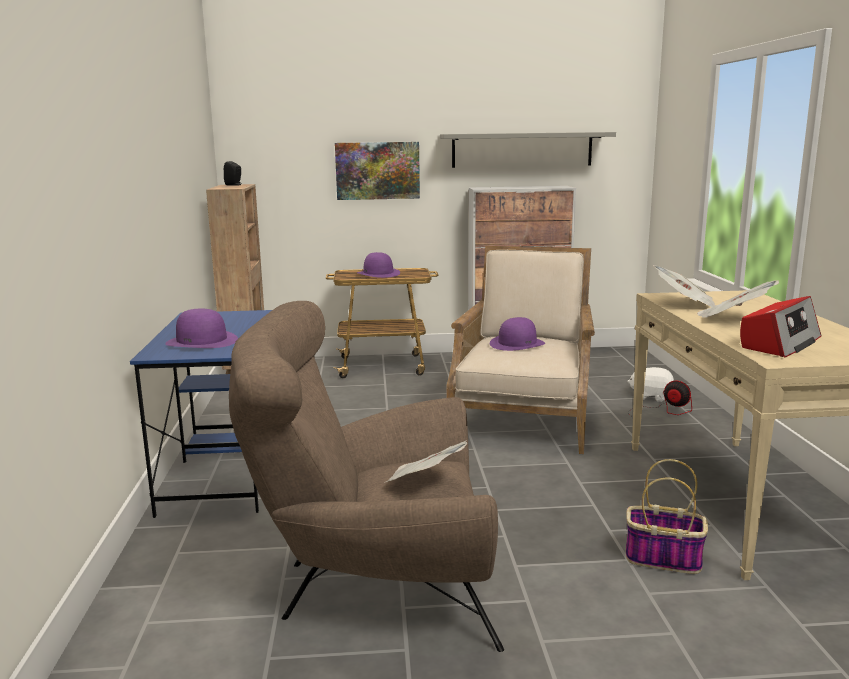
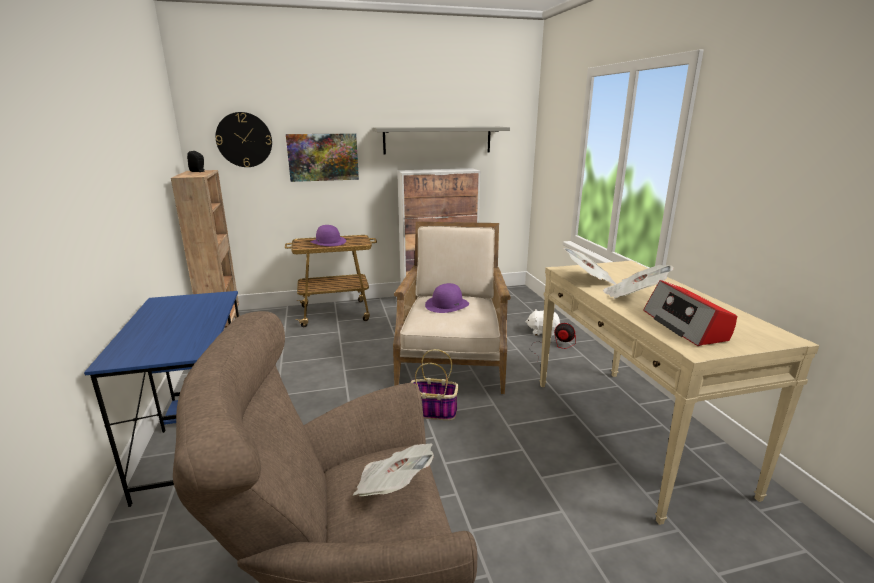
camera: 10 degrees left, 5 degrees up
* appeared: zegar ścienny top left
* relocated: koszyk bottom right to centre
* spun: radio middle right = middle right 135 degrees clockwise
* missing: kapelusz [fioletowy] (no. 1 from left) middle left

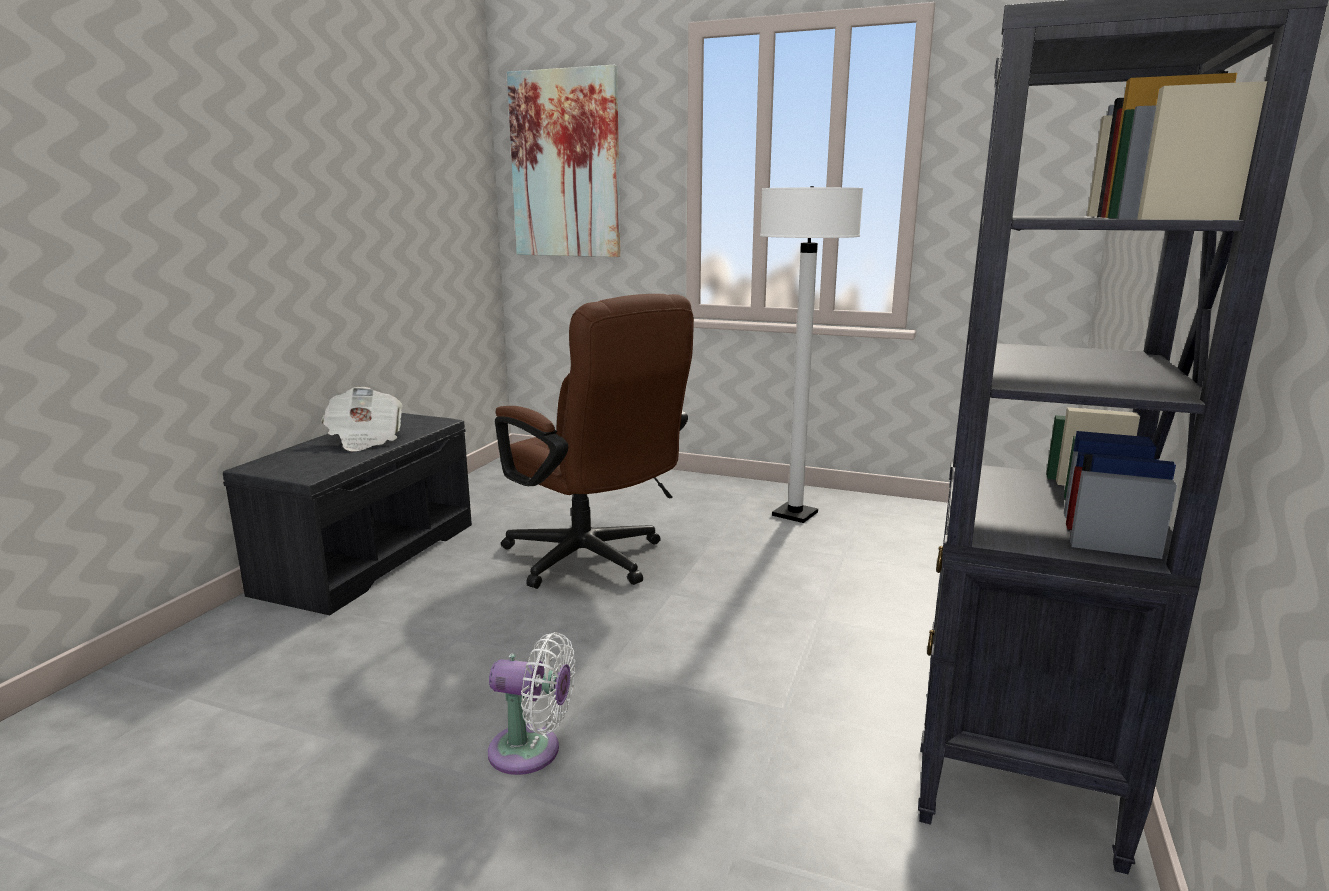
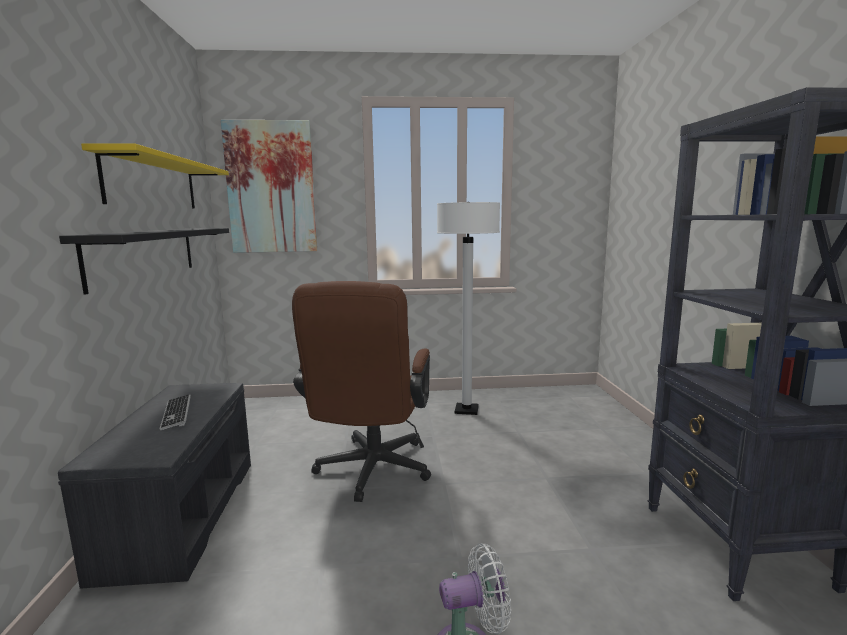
camera: 25 degrees left, 5 degrees down
* appeared: półka [czarny] middle left
* appeared: półka [żółty] top left
* exchanged: gazeta middle left to klawiatura middle left
* spun: krzesło biurowe [brązowy] centre = centre 75 degrees clockwise

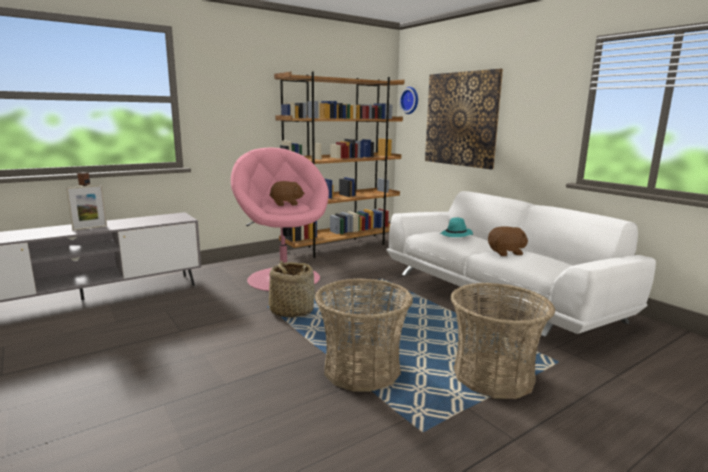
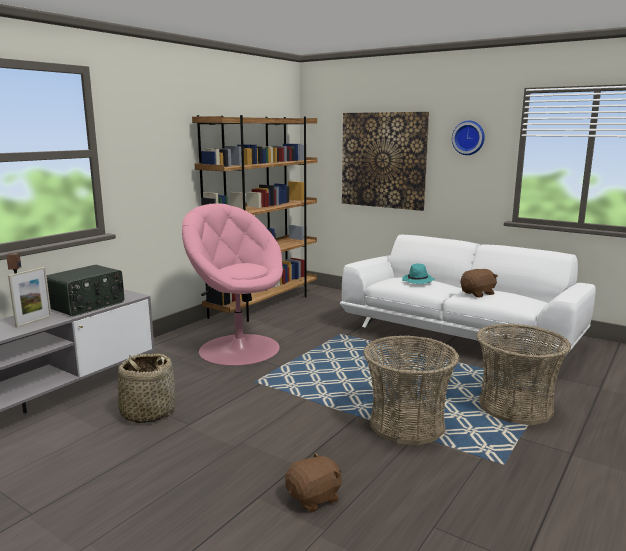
camera: 20 degrees left, 0 degrees up
* appeared: radio middle left
* relocated: koszyk (no. 1 from left) centre to bottom left
* relocated: pluszak [brązowy] (no. 1 from left) centre to bottom centre
* relocated: zegar ścienny top centre to top right

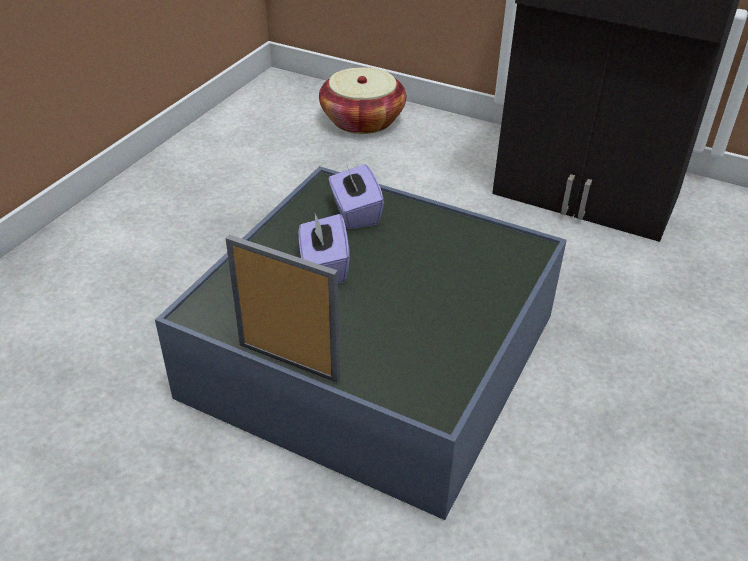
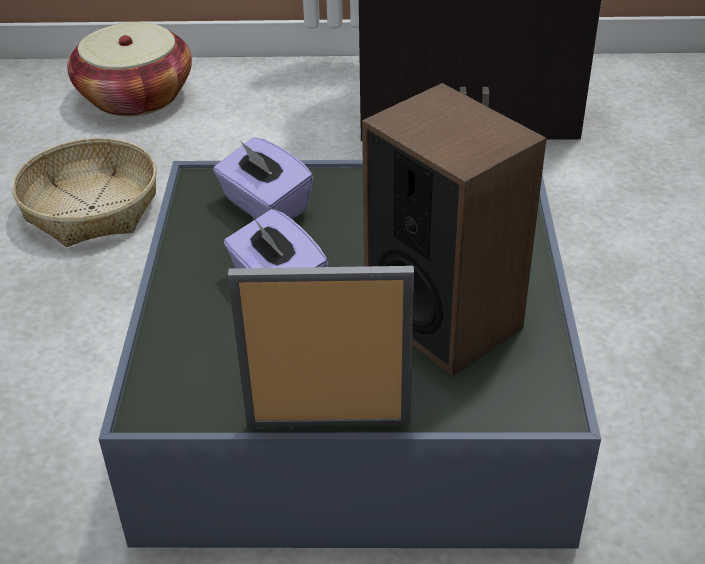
camera: 25 degrees left, 0 degrees up
* appeared: koszyk (no. 1 from left) middle left
* appeared: głośnik centre

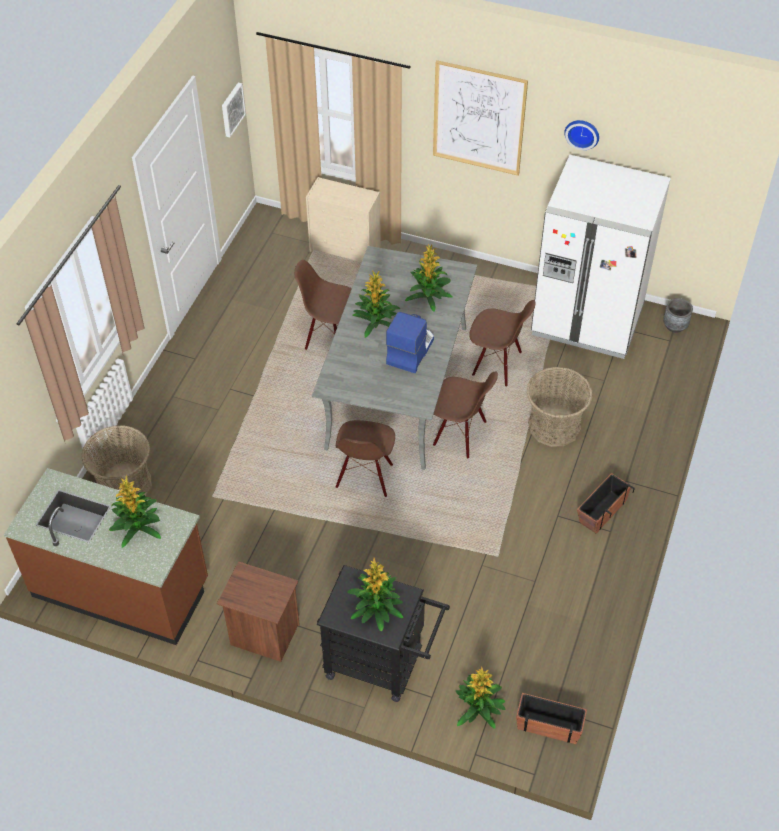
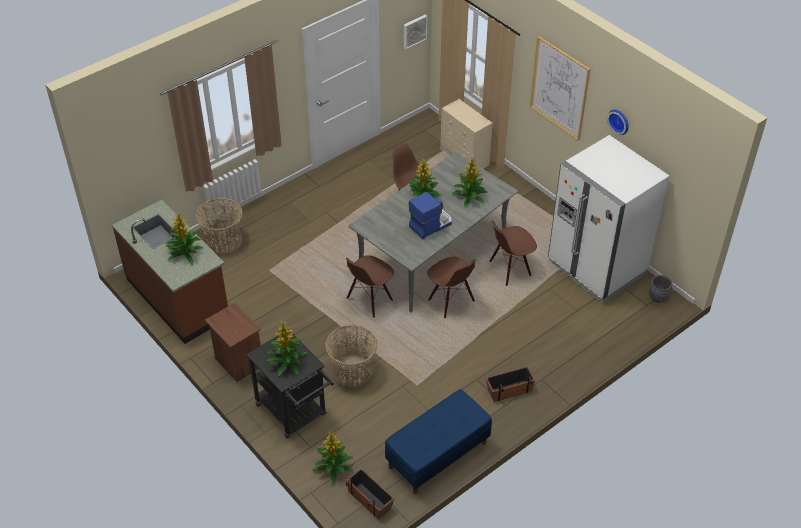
camera: 30 degrees right, 5 degrees down
* relocated: koszyk (no. 2 from left) middle right to bottom centre
* appeared: ławka [niebieski] bottom centre
* spun: krzesło [brązowy] (no. 4 from left) centre = centre 105 degrees clockwise

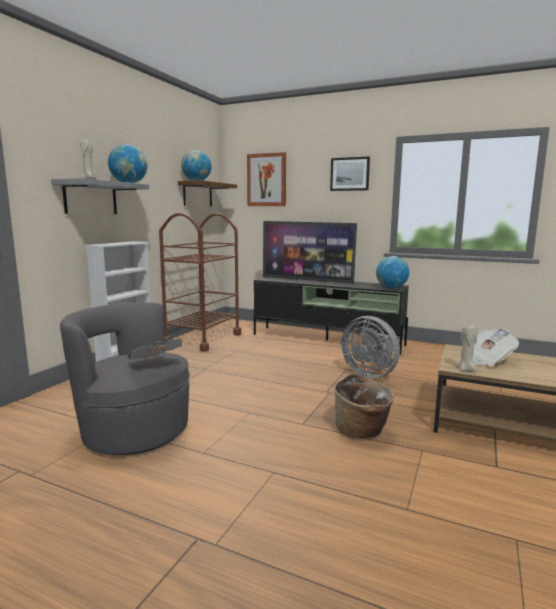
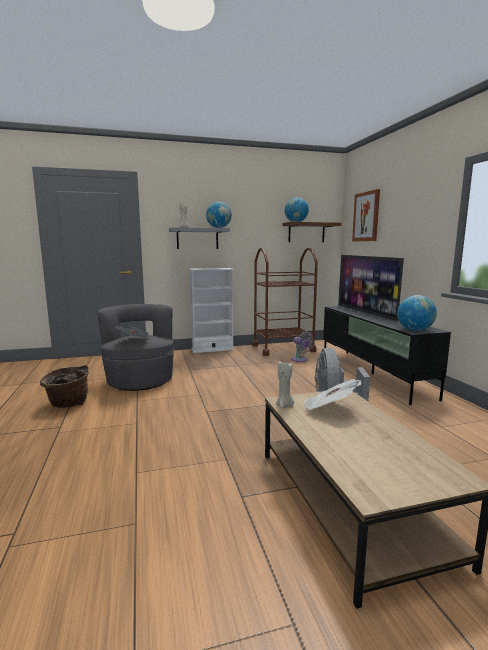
camera: 50 degrees right, 0 degrees up
* relocated: koszyk bottom centre to middle left
* appeared: wentylator [szary] (no. 1 from left) centre
* missing: obraz (no. 2 from left) top centre

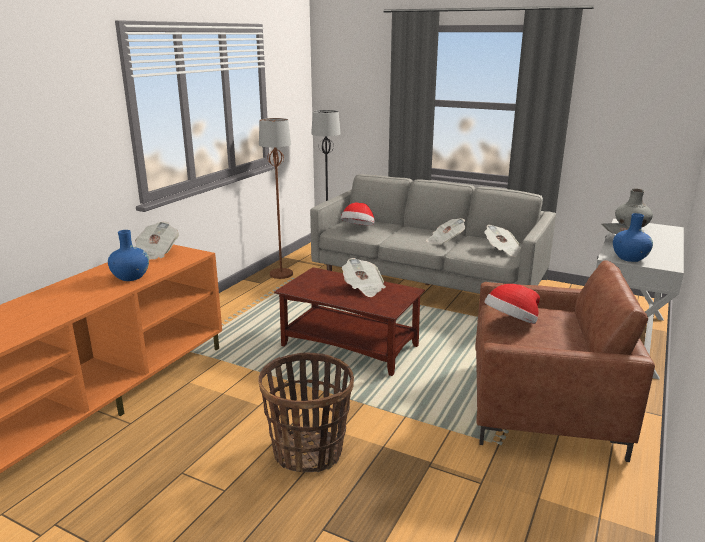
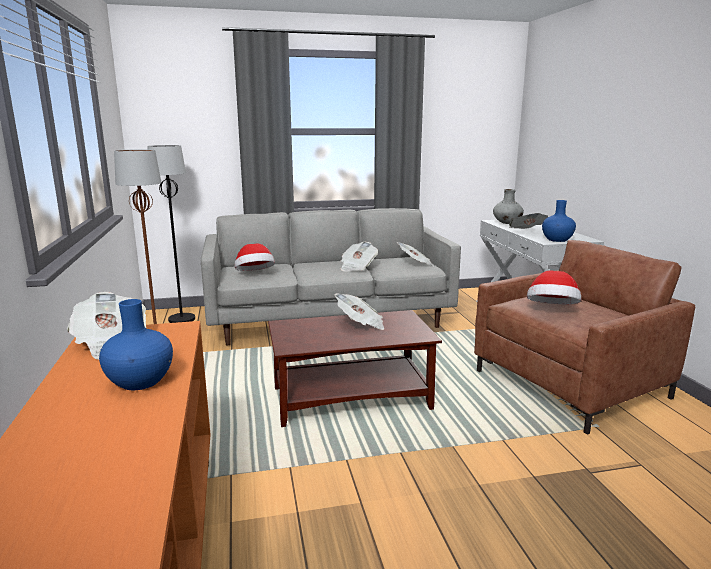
camera: 40 degrees left, 5 degrees down
* missing: koszyk bottom centre

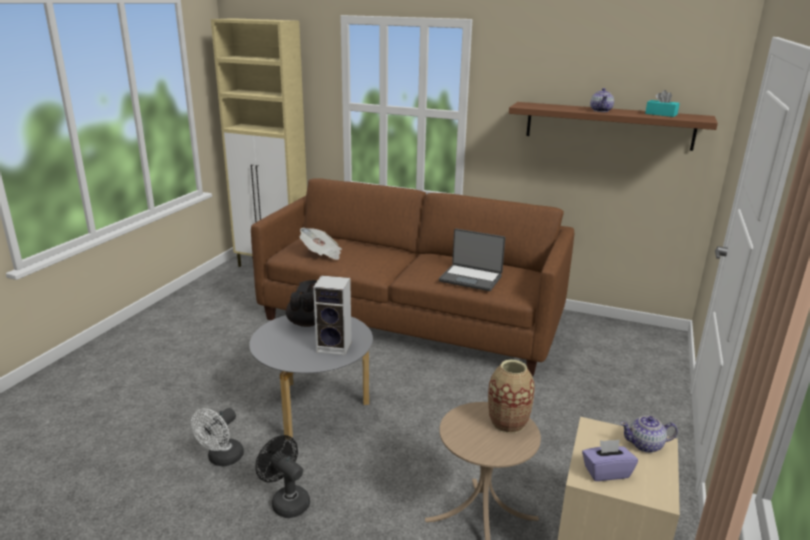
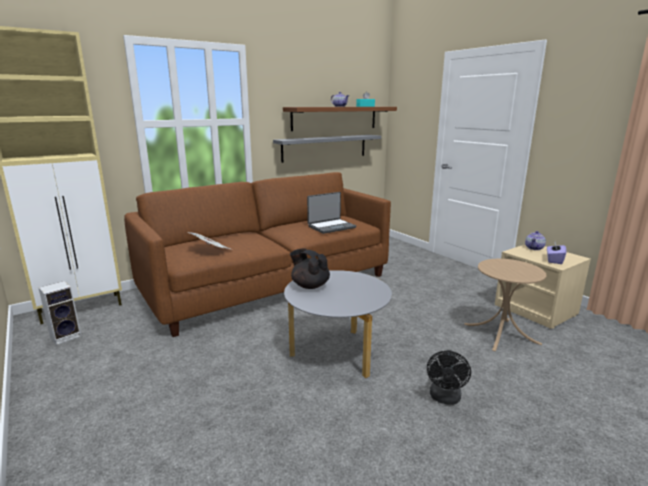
camera: 55 degrees left, 5 degrees down
* relocated: głośnik centre to middle left
* appeared: półka [szary] top centre
* spun: wentylator [czarny] bottom centre = bottom right 60 degrees counterclockwise
* missing: wentylator [biały] bottom left
* missing: wazon bottom centre

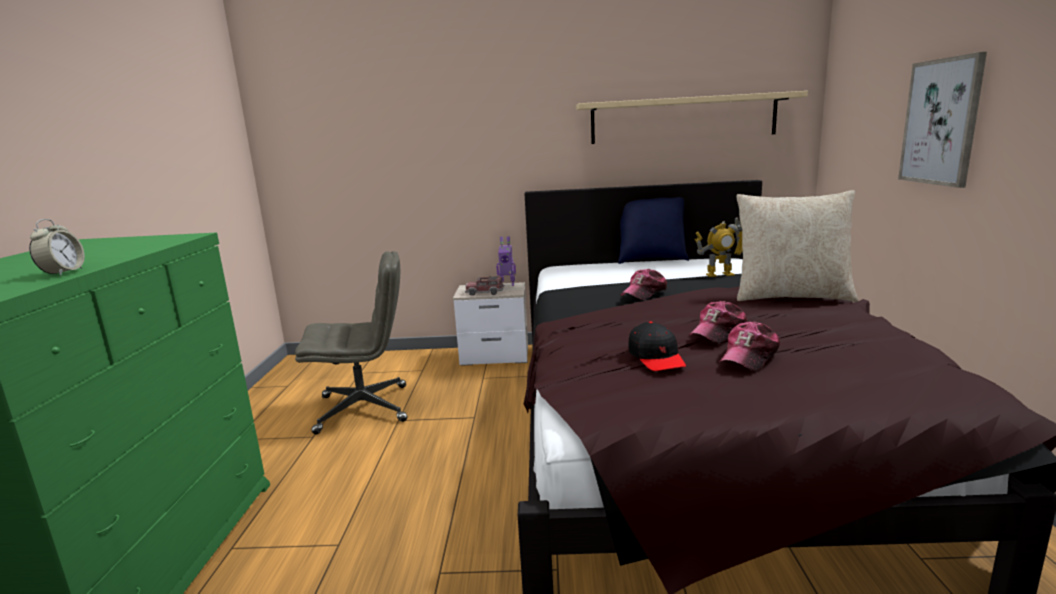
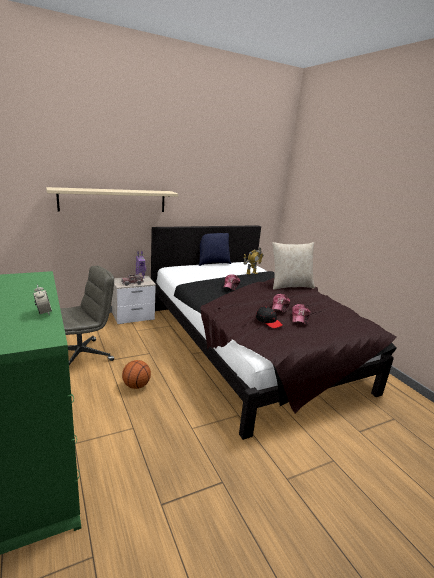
camera: 30 degrees left, 5 degrees up
* relocated: półka [beżowy] top centre to middle left
* appeared: piłka do koszykówki middle left
* missing: obraz top right

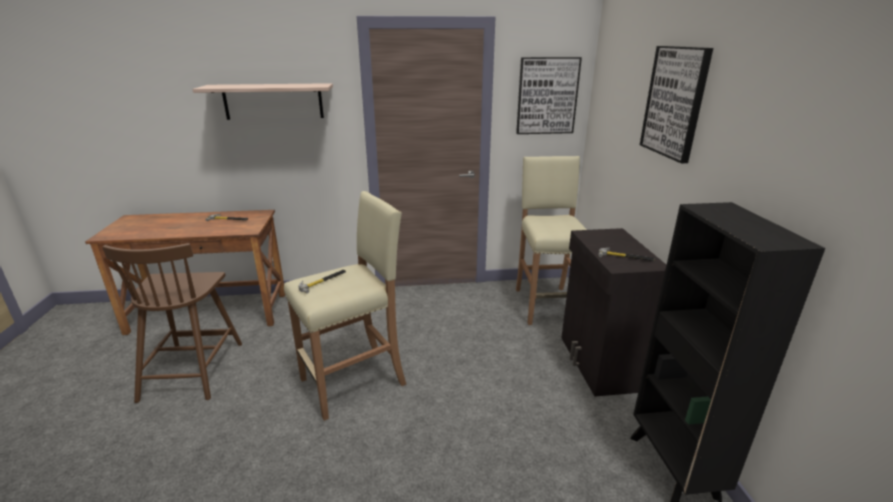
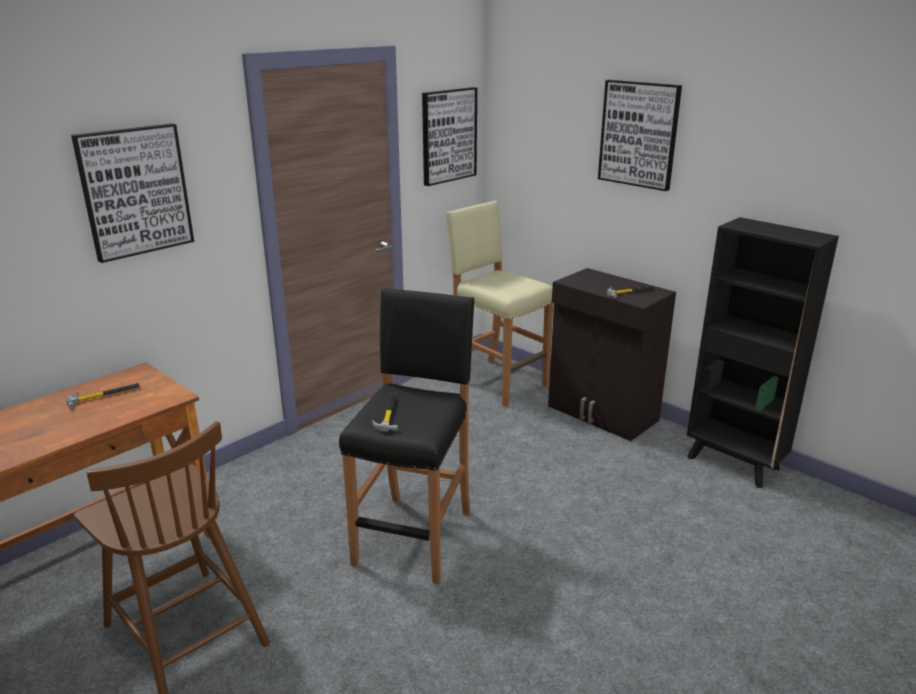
camera: 40 degrees left, 0 degrees up
* exchanged: półka top left to obraz (no. 1 from left) top left
* colour: stołek [beżowy] (no. 1 from left) centre to stołek [czarny] centre

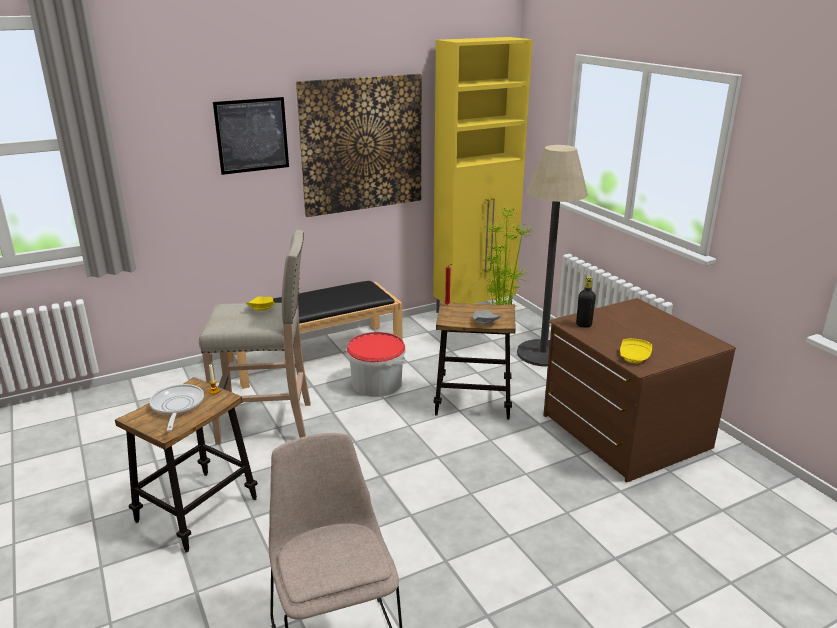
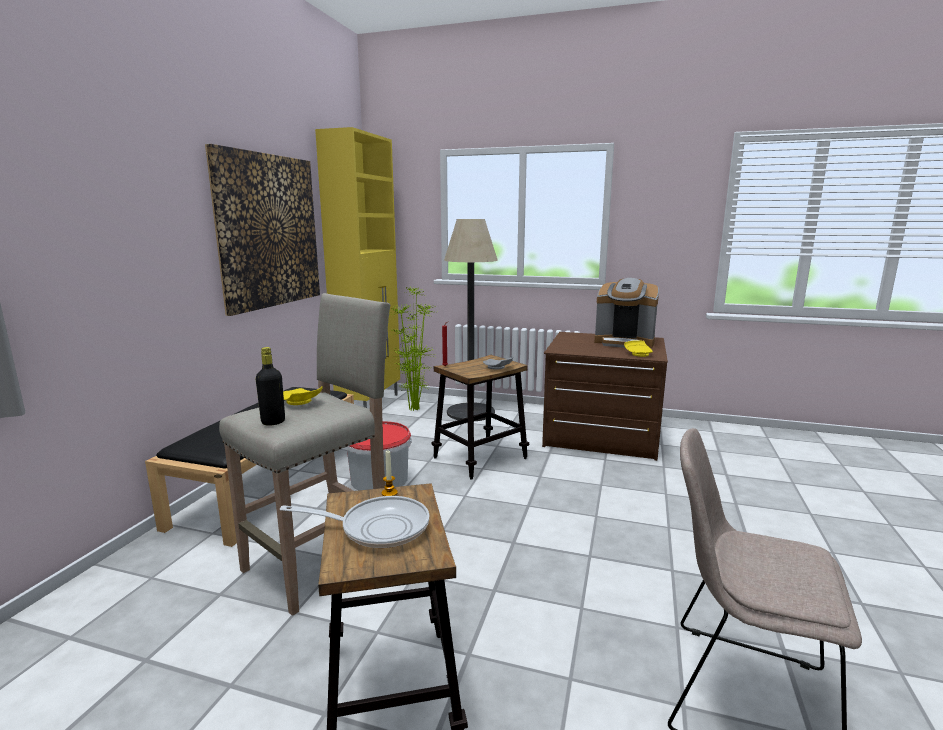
camera: 45 degrees left, 10 degrees down
* relocated: butelka [czarny] middle right to middle left
* spun: patelnia middle left = bottom centre 150 degrees clockwise
* appeared: ekspres do kawy centre
* missing: obraz (no. 1 from left) top left

